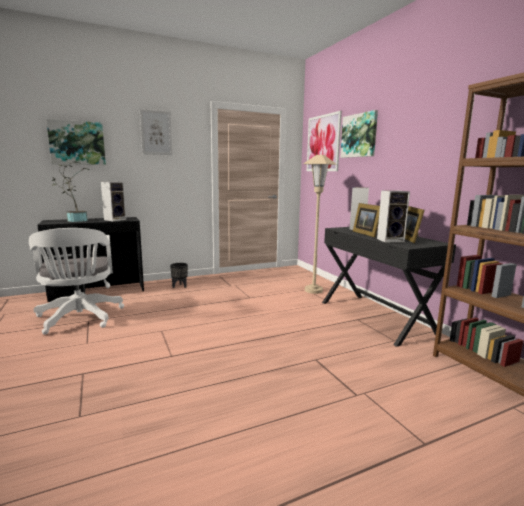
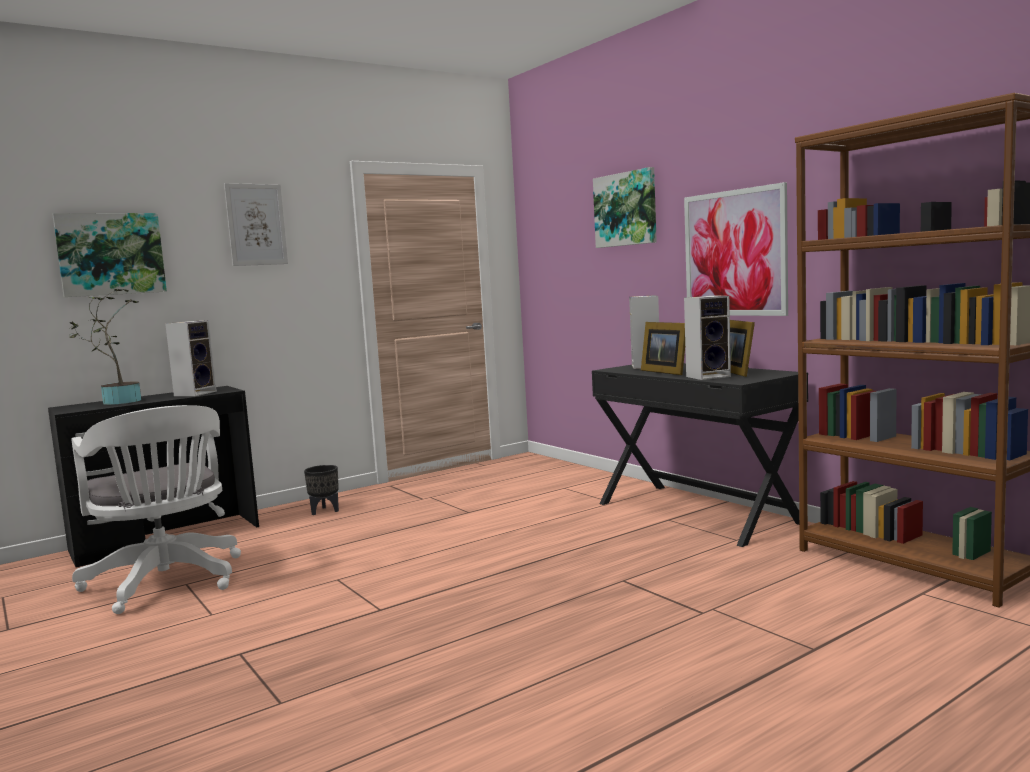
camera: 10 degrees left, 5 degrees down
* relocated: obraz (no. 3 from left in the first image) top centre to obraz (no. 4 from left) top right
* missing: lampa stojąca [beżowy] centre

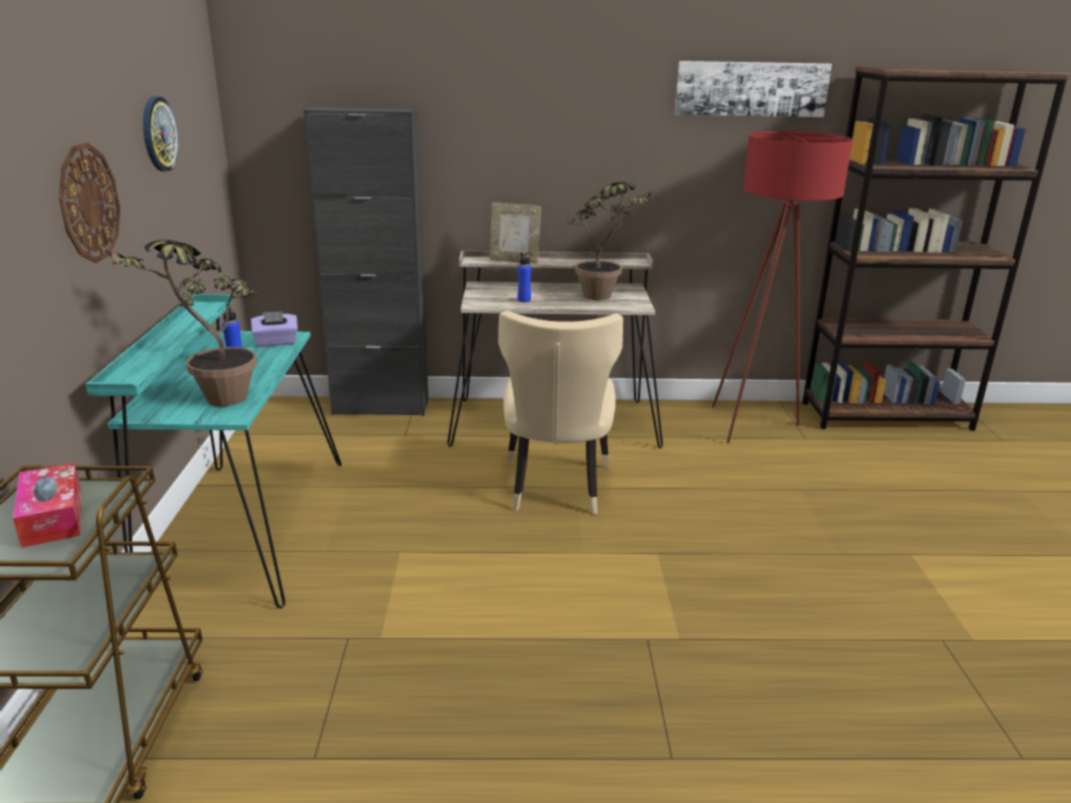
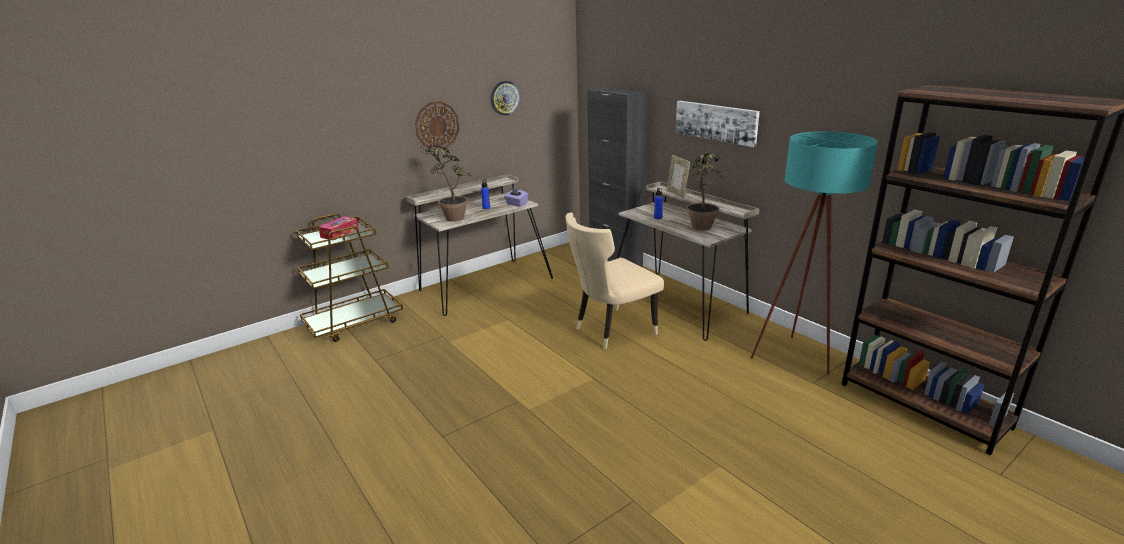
camera: 55 degrees right, 0 degrees up
* colour: biurko [turkusowy] middle left to biurko [beżowy] (no. 1 from left) centre
* relocated: obraz top right to top centre
* colour: lampa stojąca [czerwony] middle right to lampa stojąca [turkusowy] middle right

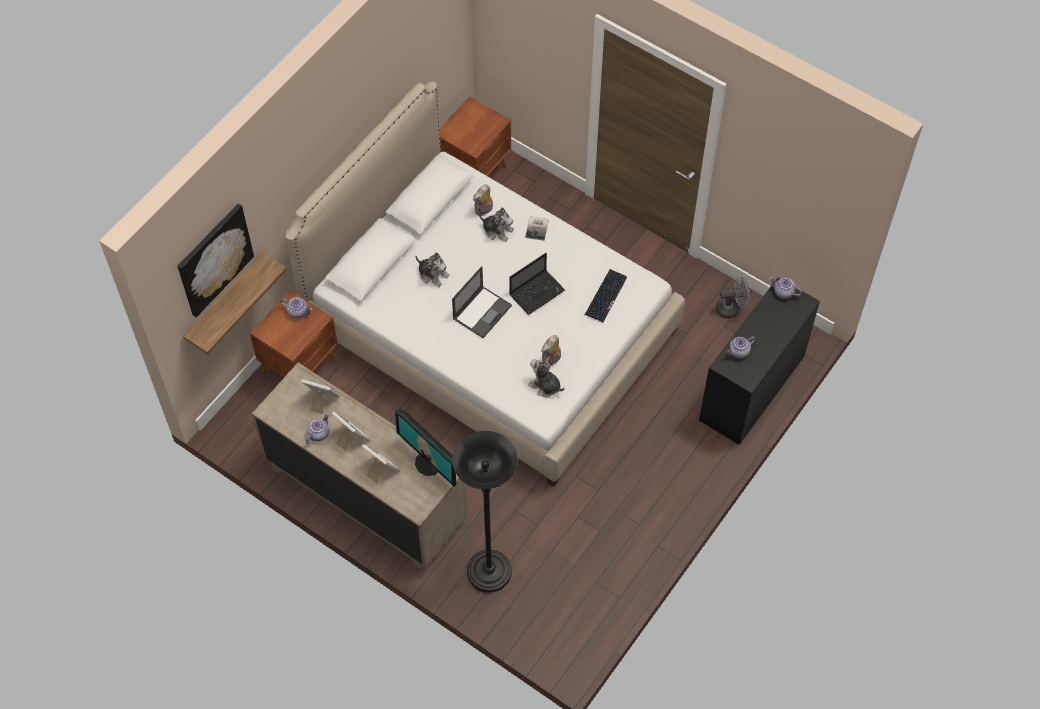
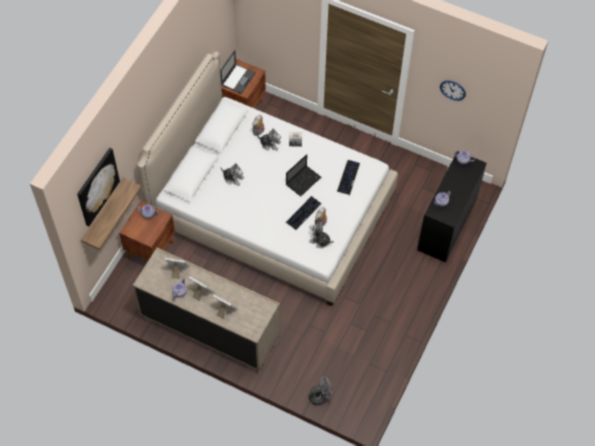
camera: 10 degrees left, 0 degrees up
* relocated: laptop (no. 1 from left) centre to top centre
* appeared: klawiatura (no. 1 from left) centre
* relocated: wentylator [szary] middle right to bottom centre
* appeared: zegar ścienny top right
* missing: monitor centre
* missing: lampa stojąca [czarny] bottom centre

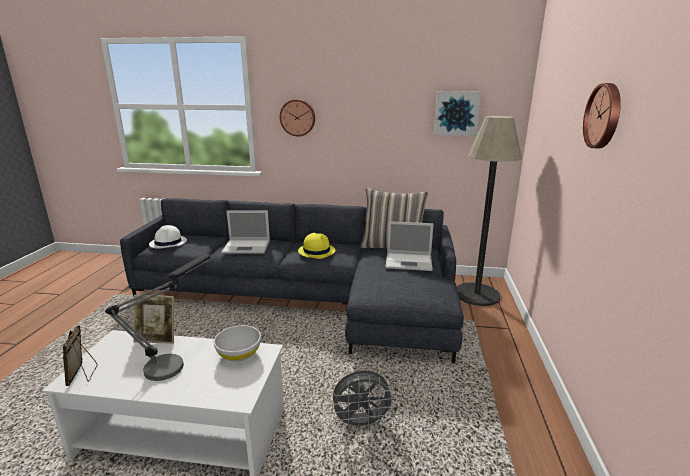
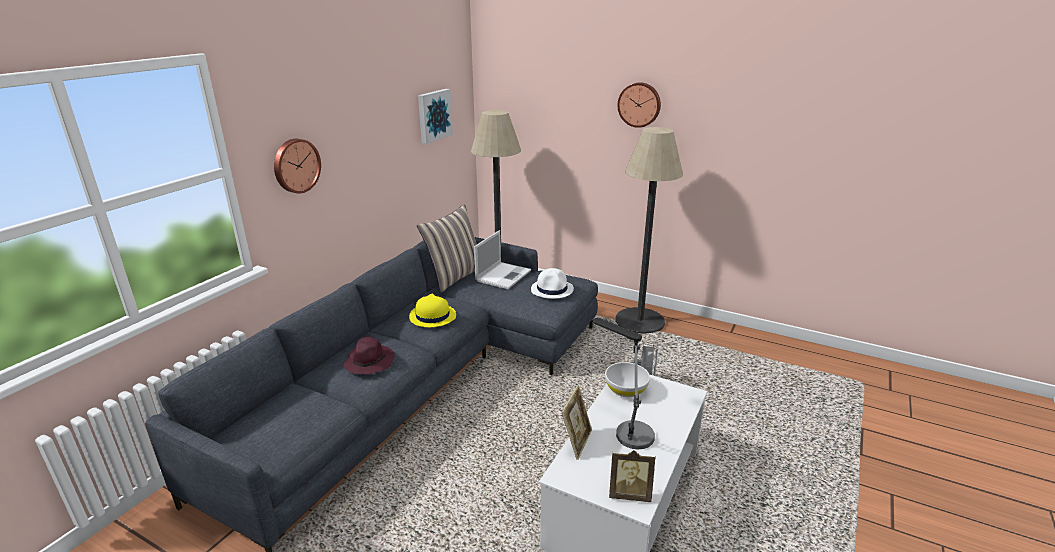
camera: 70 degrees left, 5 degrees up
* exchanged: laptop (no. 1 from left) centre to kapelusz [fioletowy] centre
* relocated: kapelusz [biały] middle left to centre
* appeared: lampa stojąca (no. 2 from left) centre

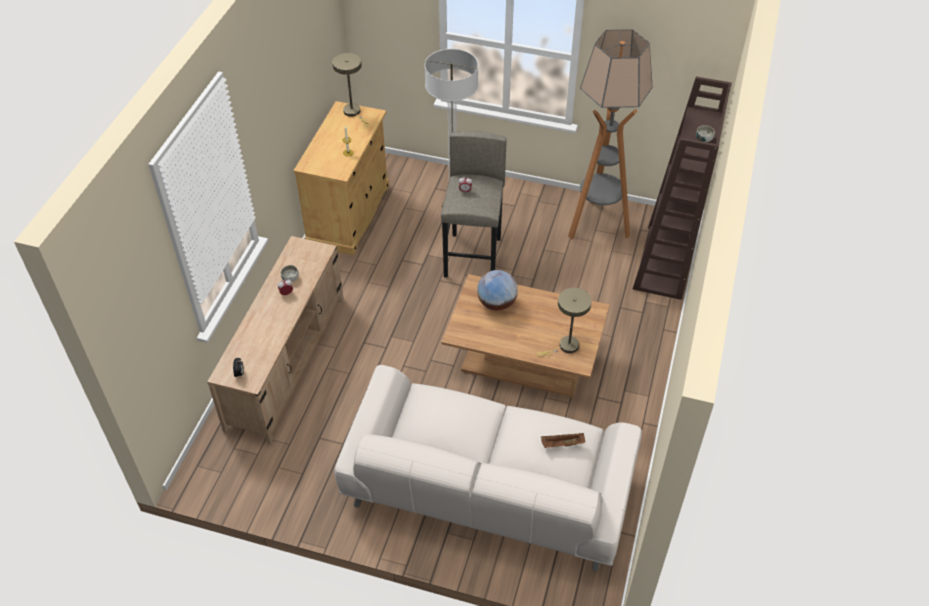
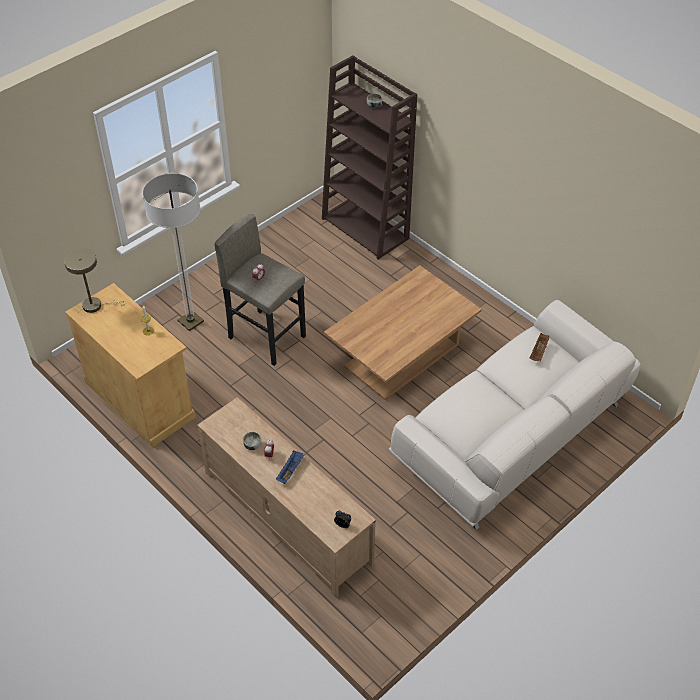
camera: 60 degrees left, 0 degrees up
* appeared: taca [niebieski] bottom centre
* missing: globus centre
* missing: lampa stołowa [beżowy] (no. 2 from left) centre
* missing: lampa stojąca (no. 2 from left) top centre

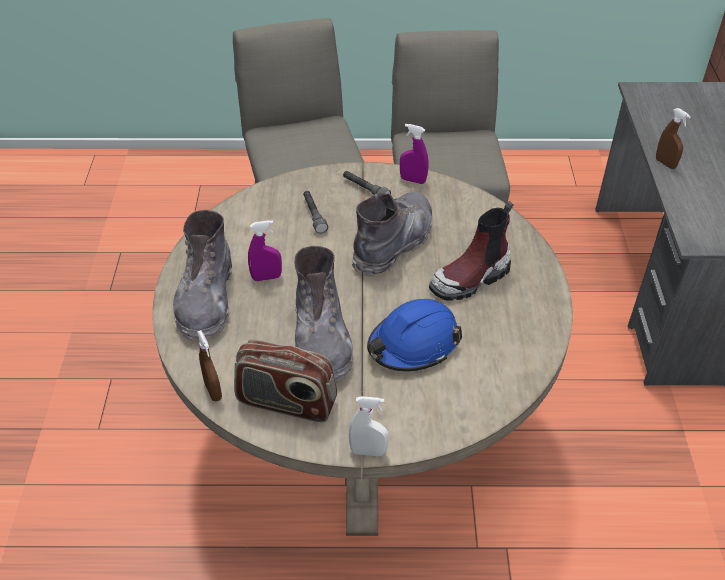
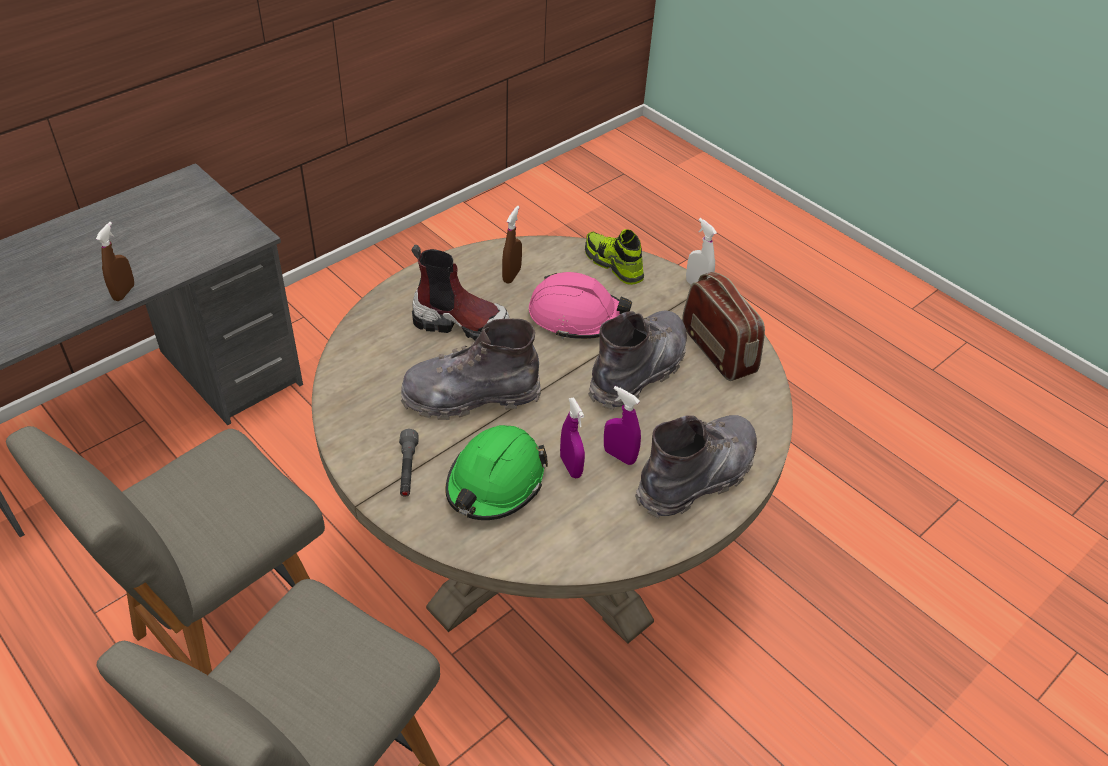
camera: 135 degrees left, 0 degrees up
* exchanged: latarka [szary] (no. 1 from left) centre to kask [zielony] centre
* relocated: spryskiwacz [brązowy] (no. 1 from left in the first image) middle left to spryskiwacz [brązowy] (no. 2 from left) top centre
* colour: kask [niebieski] centre to kask [różowy] centre
* relocated: spryskiwacz [fioletowy] (no. 2 from left in the first image) top centre to spryskiwacz [fioletowy] (no. 1 from left) centre
* appeared: but centre

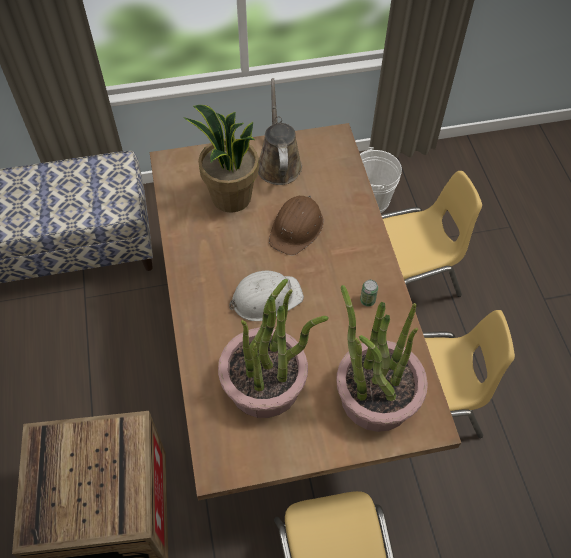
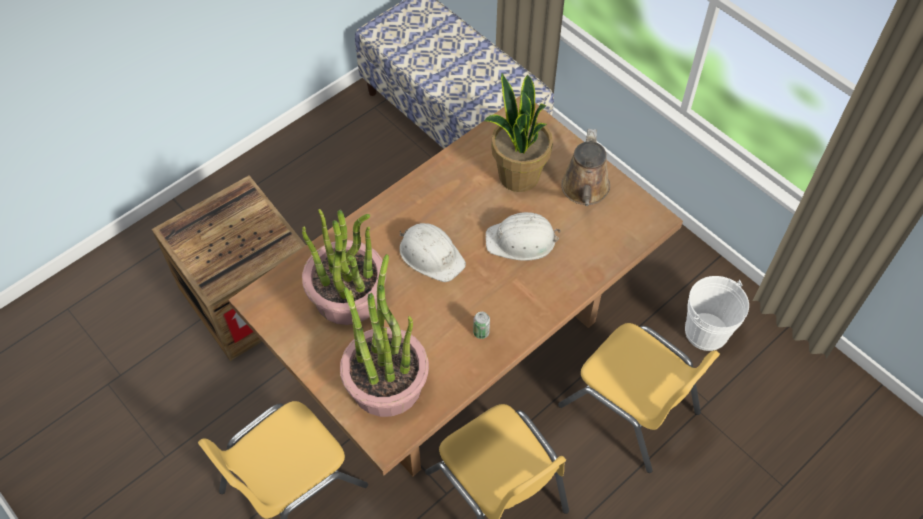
camera: 60 degrees right, 0 degrees up
* colour: kask [brązowy] centre to kask [biały] (no. 2 from left) centre
* spun: konewka [brązowy] top centre = top centre 135 degrees clockwise

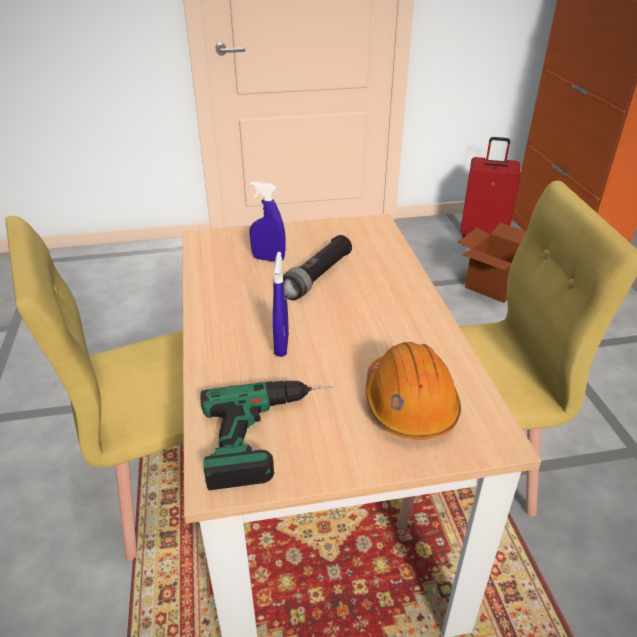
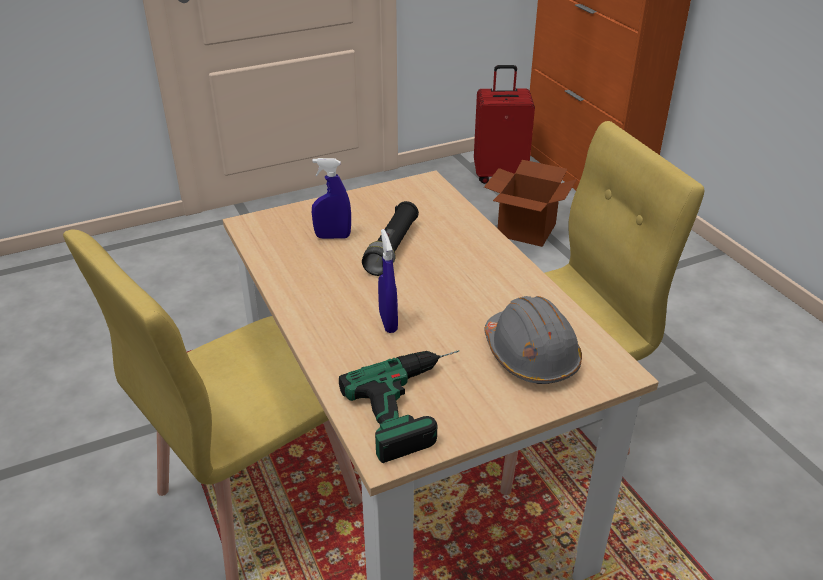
camera: 15 degrees left, 0 degrees up
* colour: kask [pomarańczowy] centre to kask [szary] centre

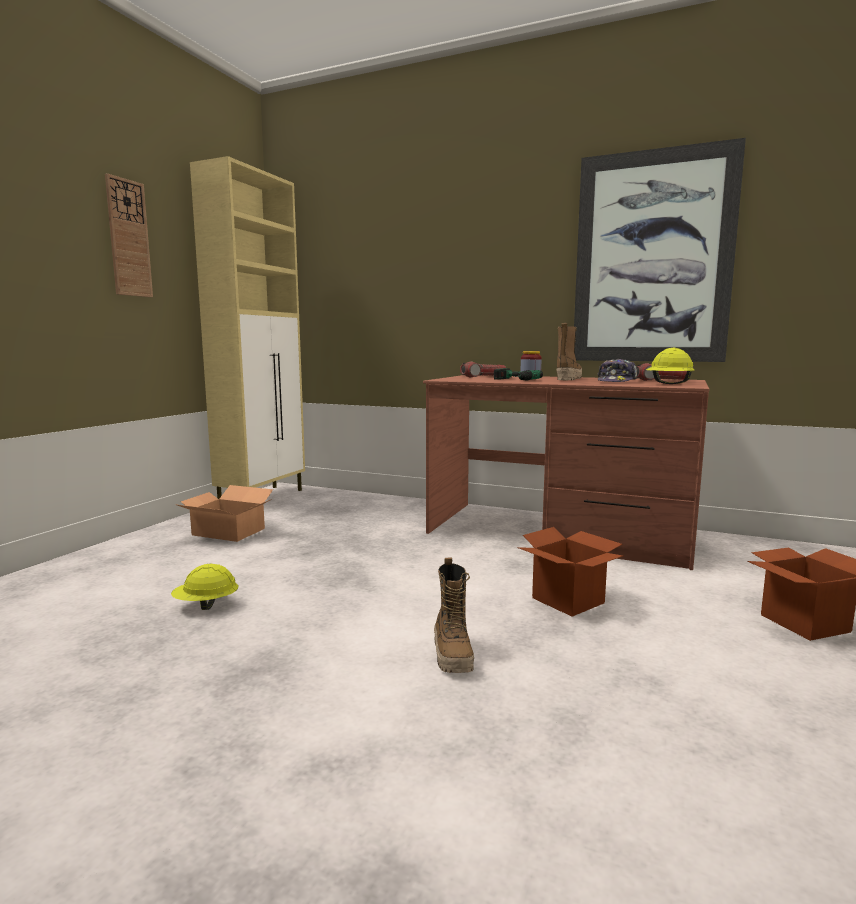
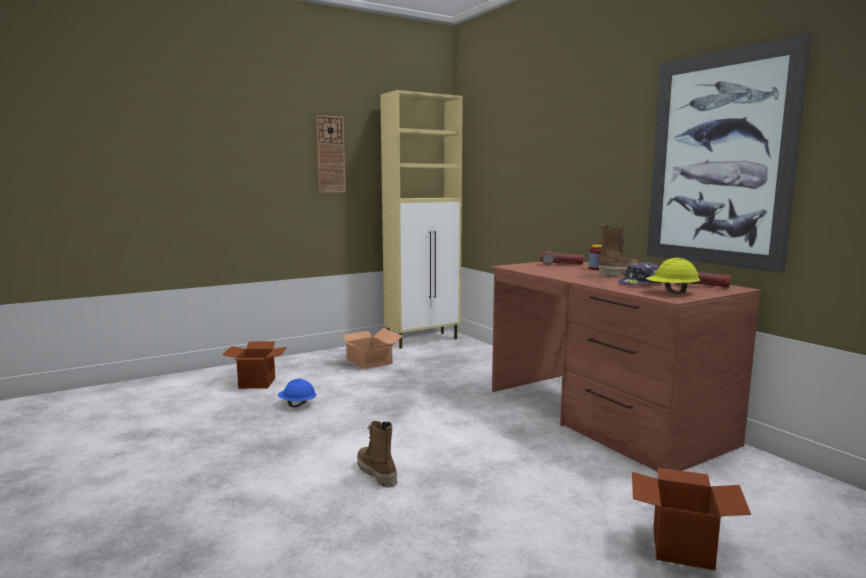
camera: 35 degrees right, 0 degrees up
* relocated: karton (no. 2 from left in the first image) centre to karton (no. 1 from left) middle left
* colour: kask [żółty] (no. 1 from left) middle left to kask [niebieski] bottom centre
* spun: but z cholewką (no. 1 from left) bottom centre = bottom centre 120 degrees clockwise
* missing: wiertarka centre

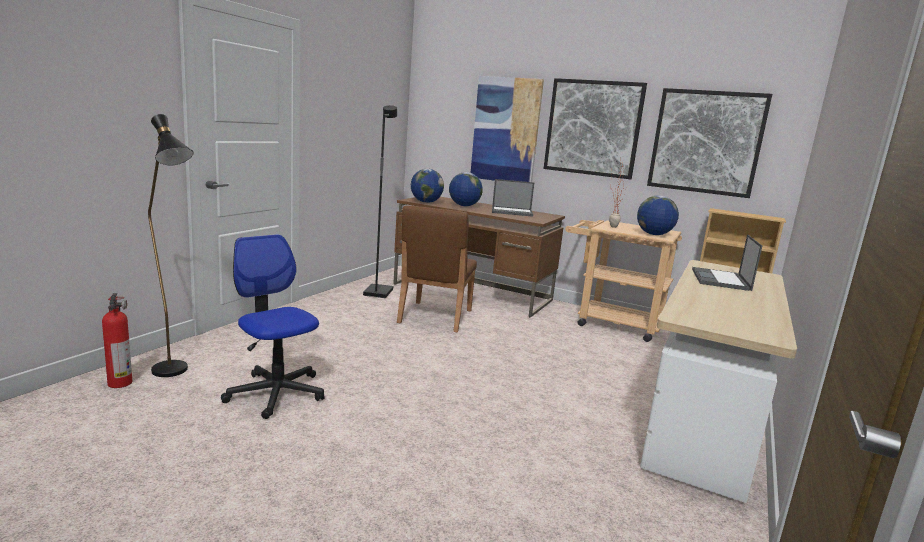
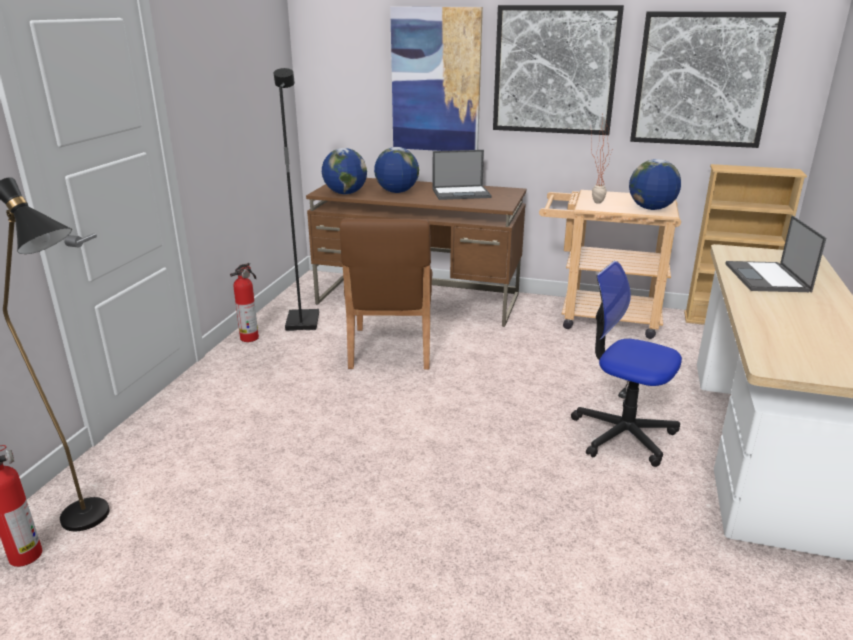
camera: 10 degrees left, 10 degrees up
* appeared: gaśnica (no. 2 from left) middle left
* relocated: krzesło biurowe middle left to middle right

